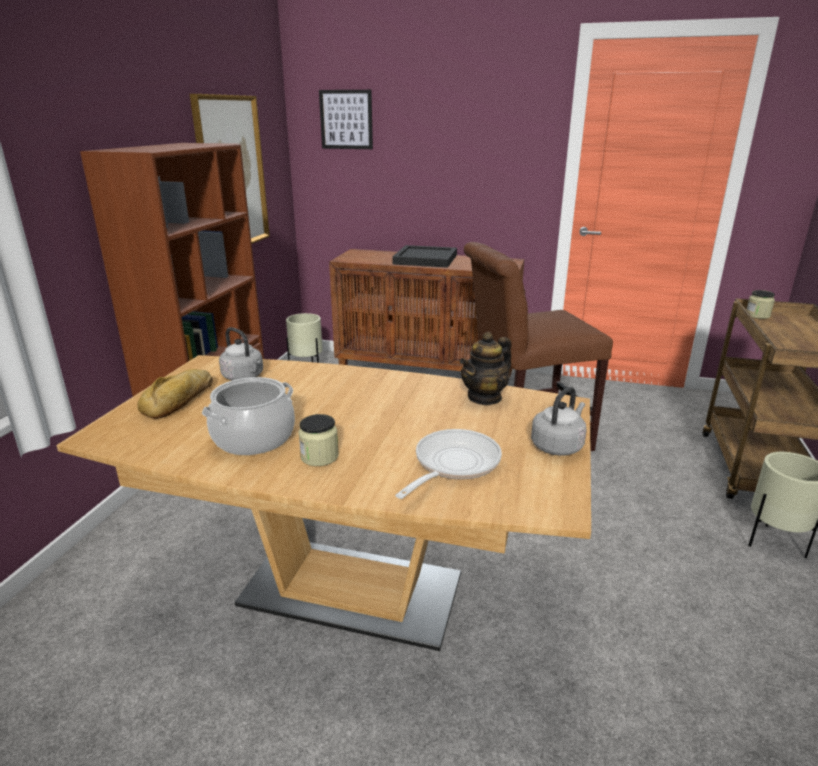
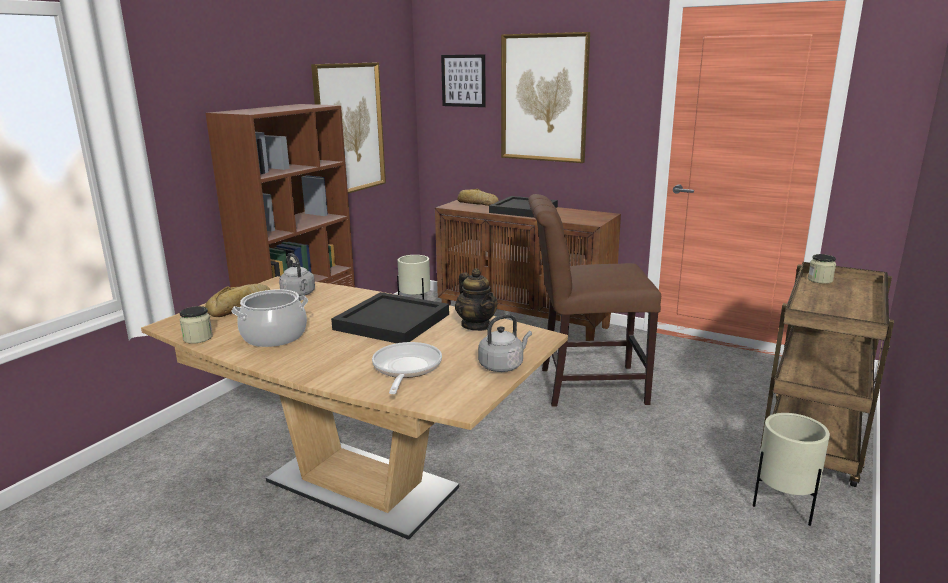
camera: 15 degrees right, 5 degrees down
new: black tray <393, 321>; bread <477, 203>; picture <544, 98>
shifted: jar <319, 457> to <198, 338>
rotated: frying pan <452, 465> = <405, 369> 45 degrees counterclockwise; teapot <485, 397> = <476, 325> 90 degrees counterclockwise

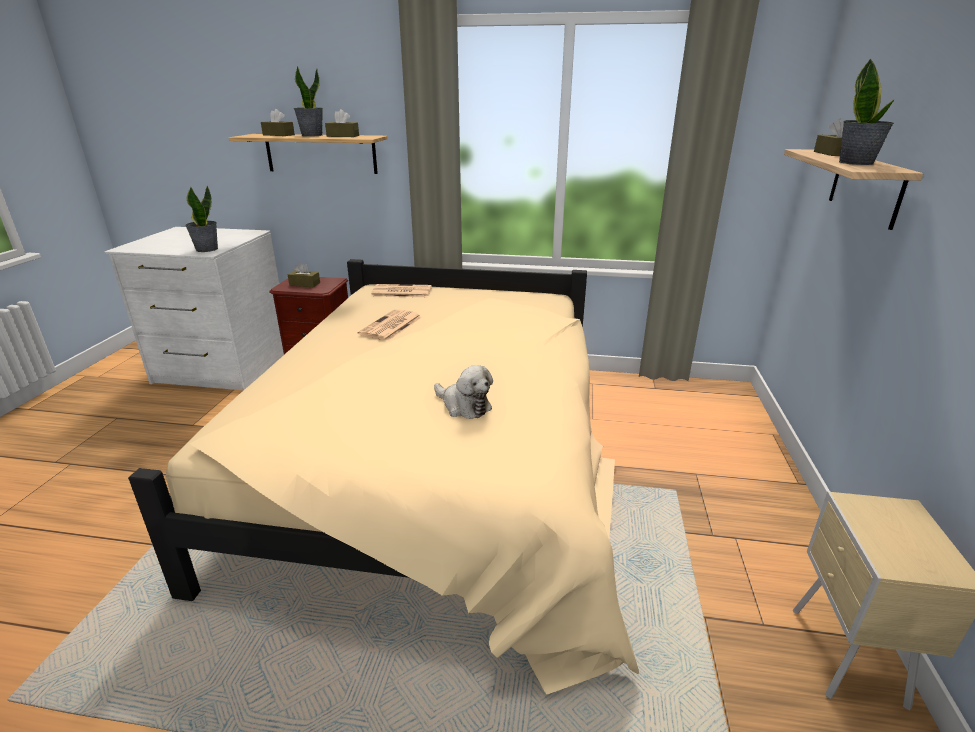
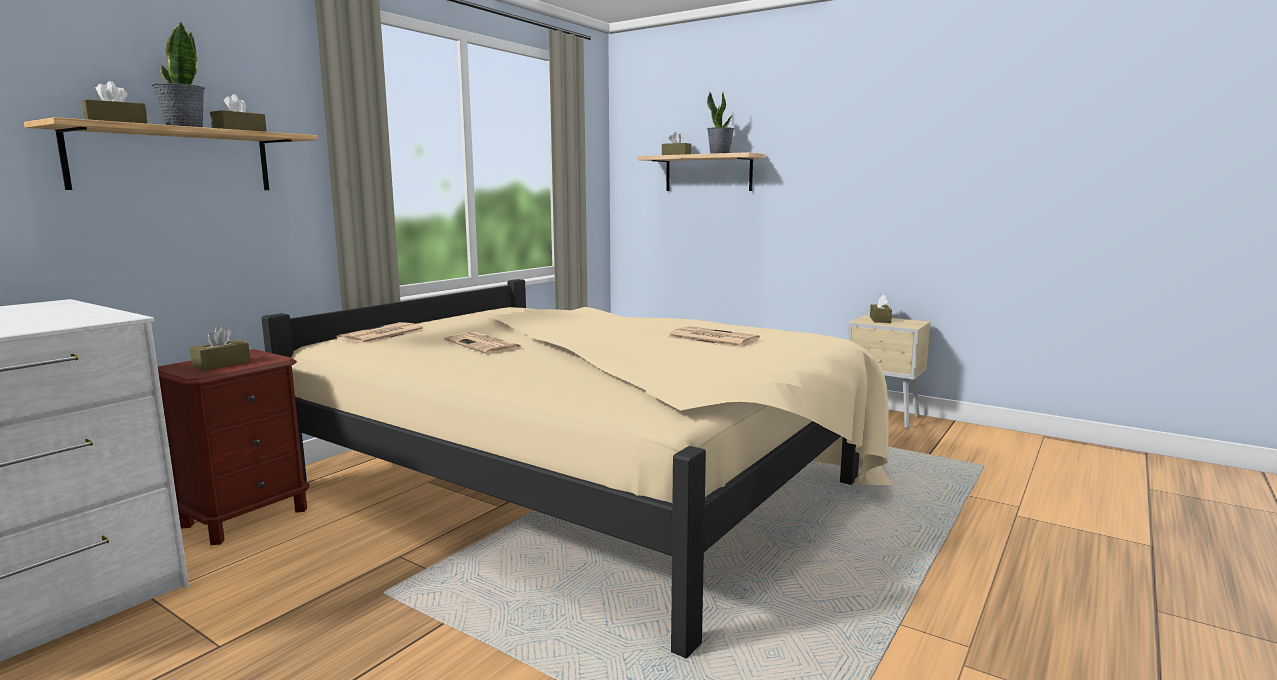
camera: 65 degrees left, 15 degrees down
gone: potted plant <206, 249>
new: brown tissue box <880, 320>
swapped: plush toy <464, 406> to newspaper <711, 338>

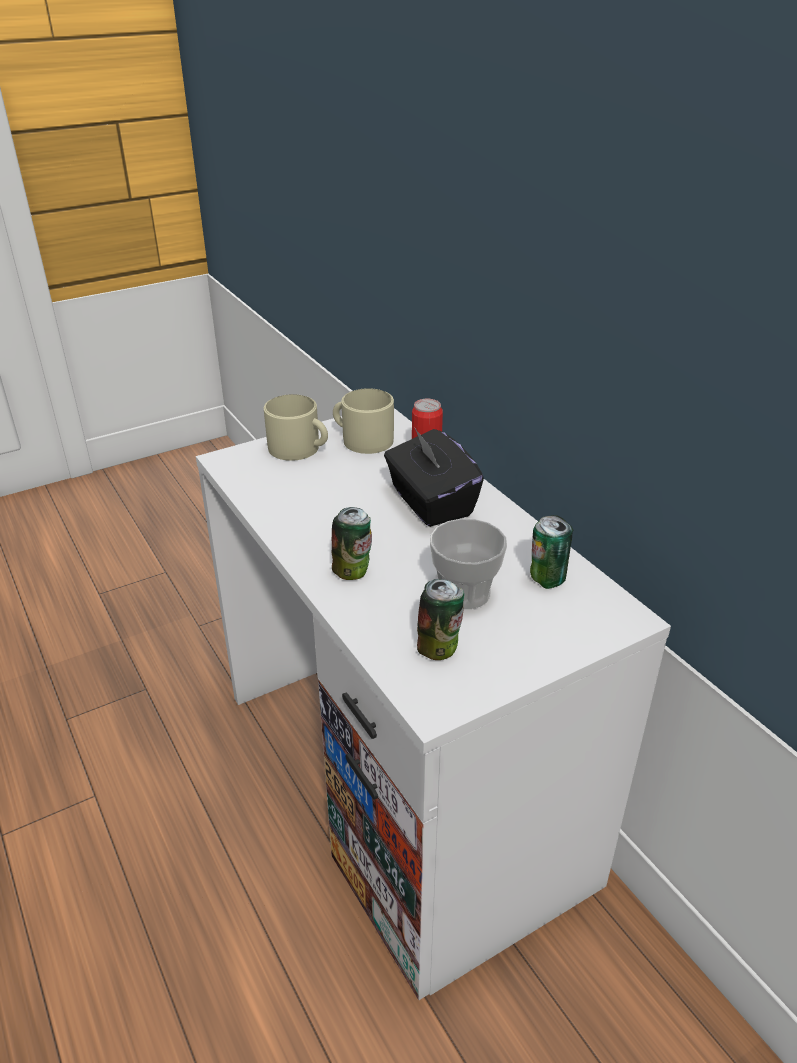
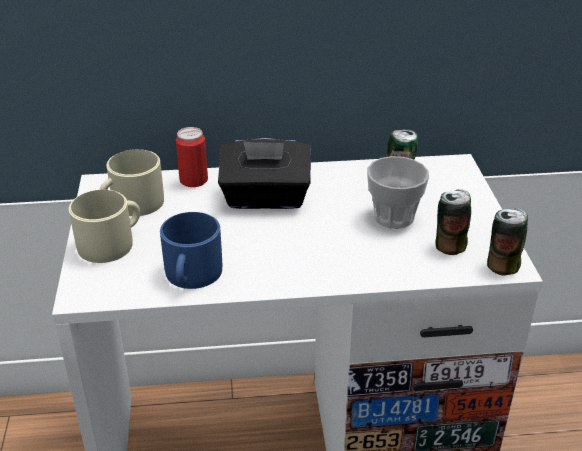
camera: 65 degrees left, 0 degrees up
new: blue mug <191, 275>
shifted: can <353, 571> to <502, 266>

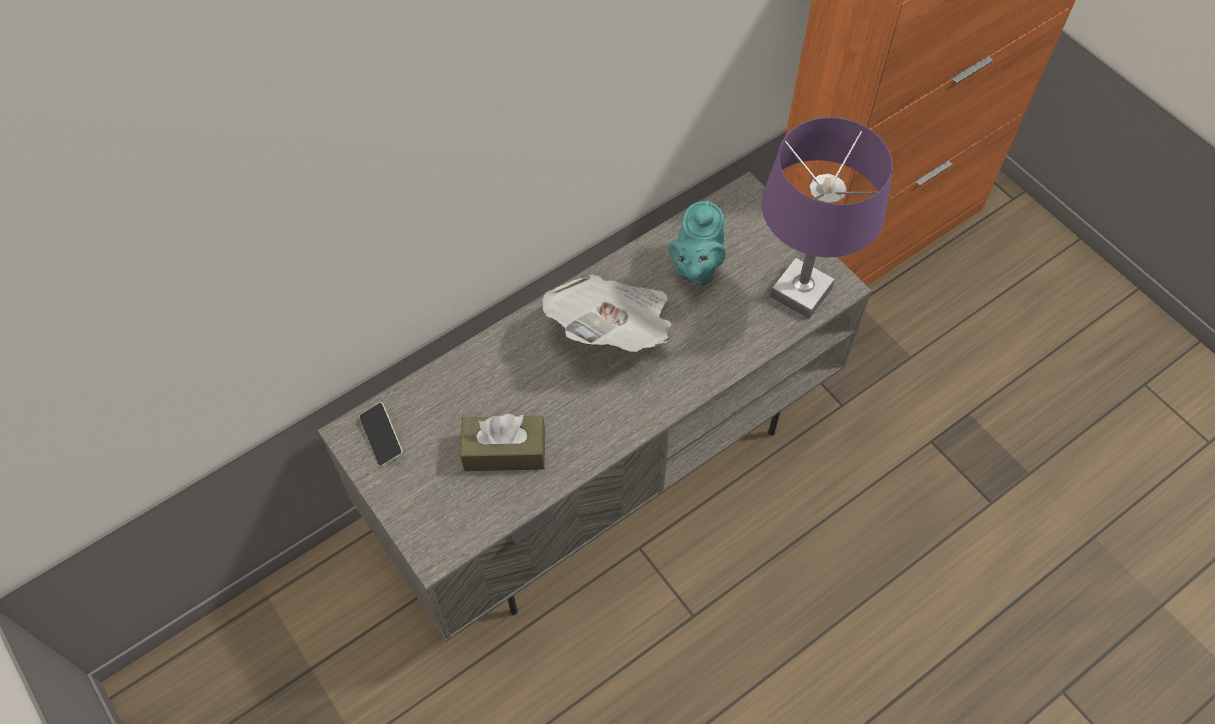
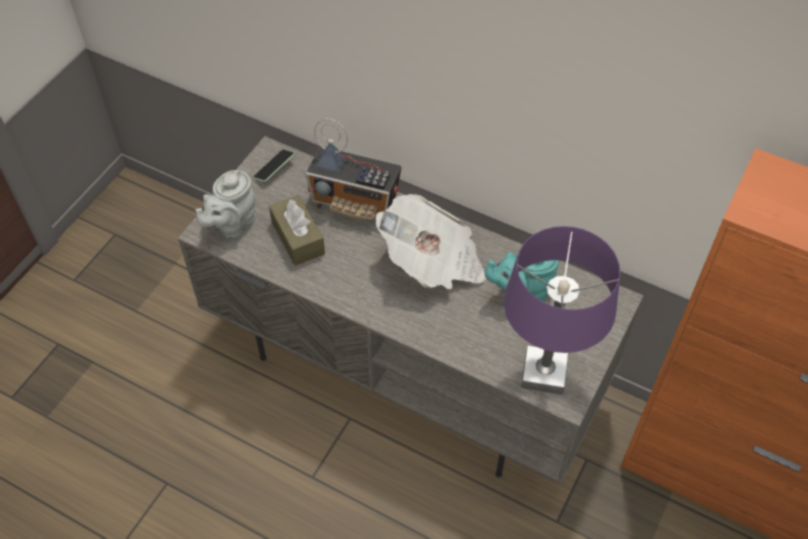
camera: 65 degrees right, 5 degrees down
new: grey teapot <232, 225>; radio <355, 201>

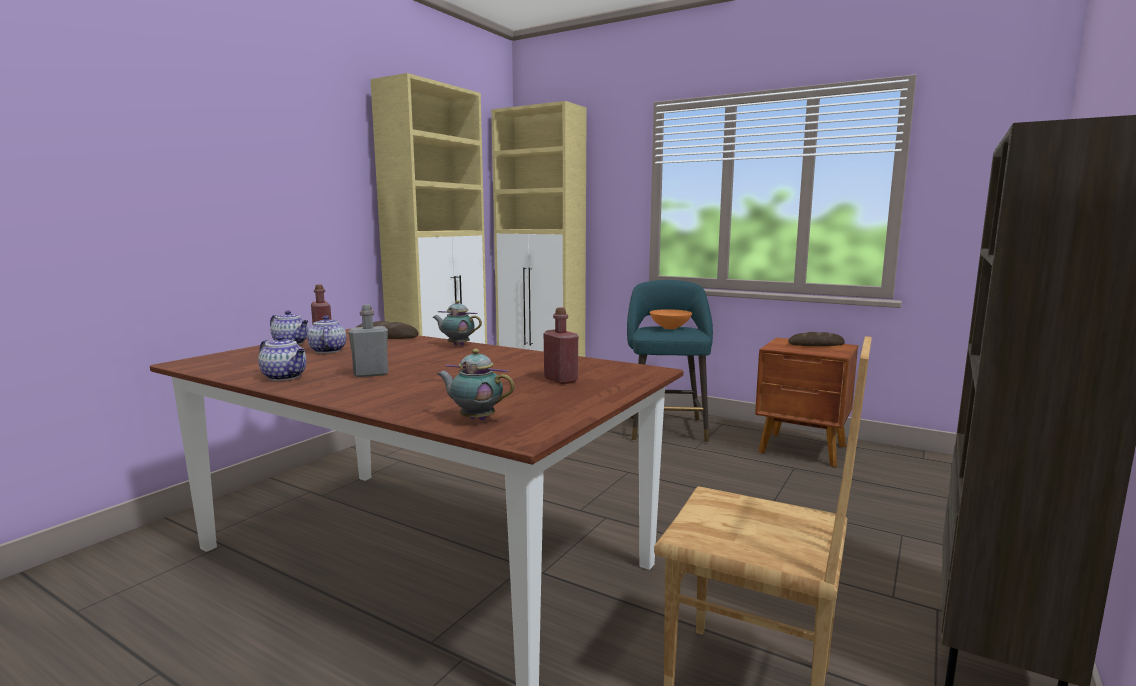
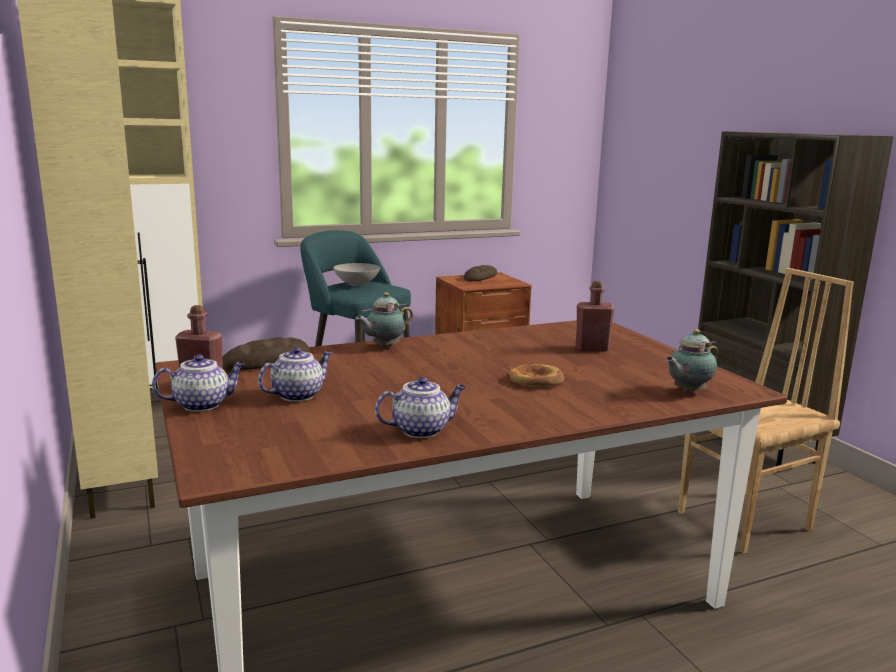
camera: 55 degrees left, 5 degrees up
gone: grey bottle <371, 374>
new: bread <536, 380>
repainted: orange bowl <670, 328> to grey bowl <357, 284>
rotated: teapot <327, 350> = <298, 395> 120 degrees clockwise

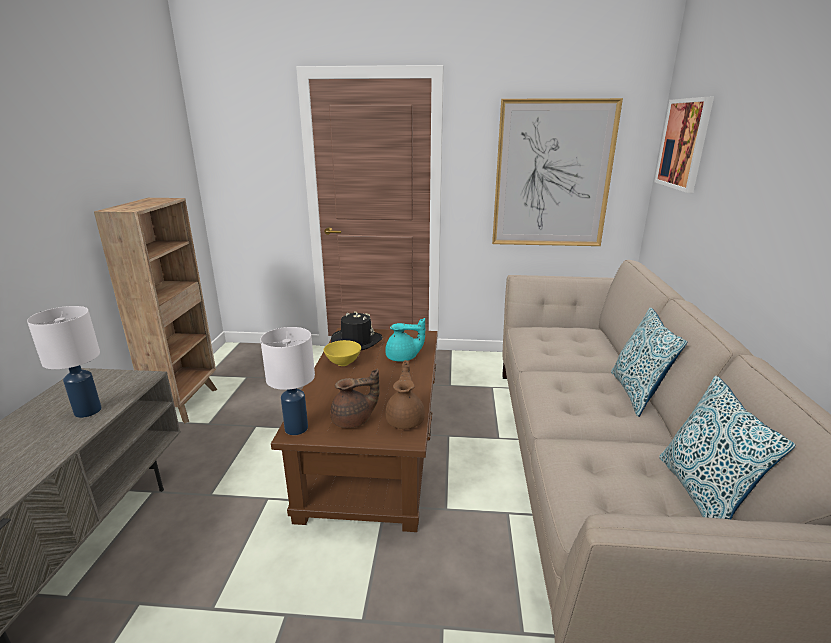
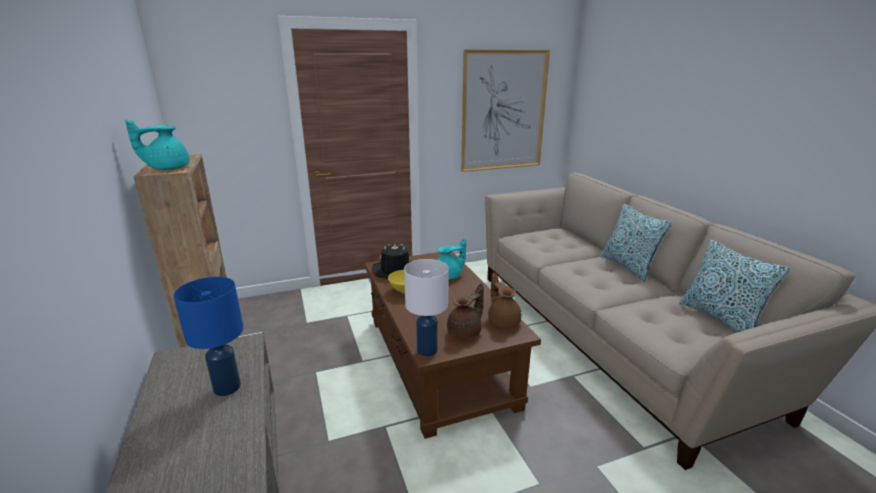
camera: 25 degrees left, 0 degrees up
gone: picture <684, 144>
new: turquoise teapot <167, 168>
repainted: white table lamp <88, 410> to blue table lamp <227, 387>

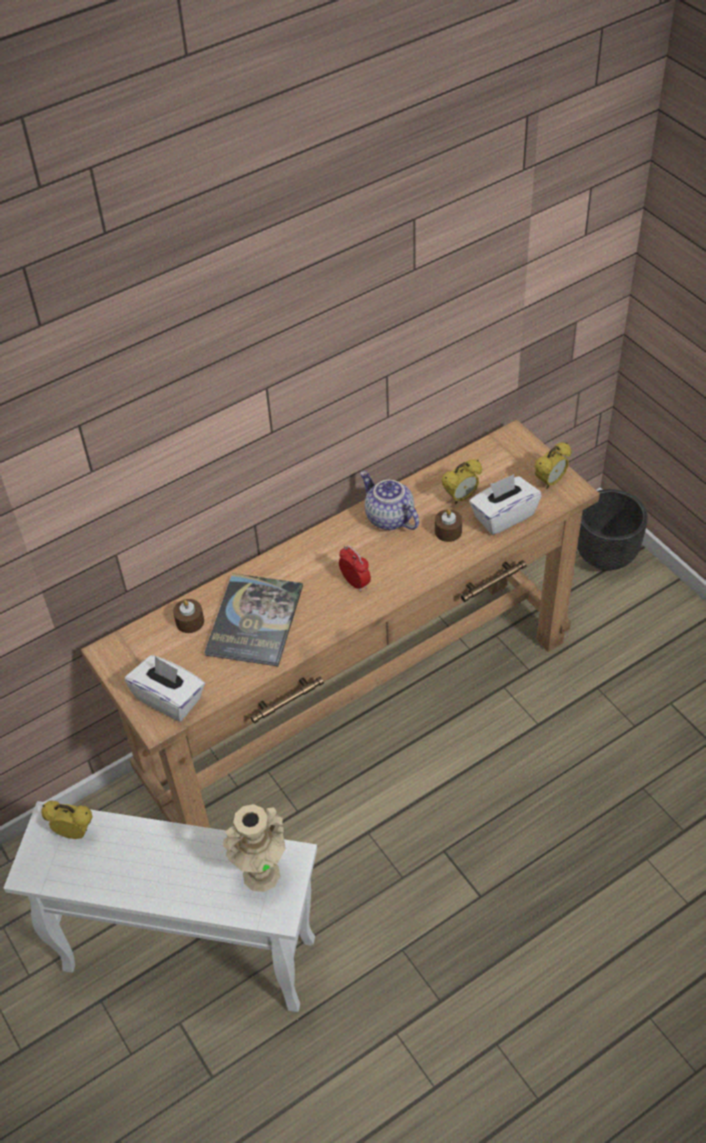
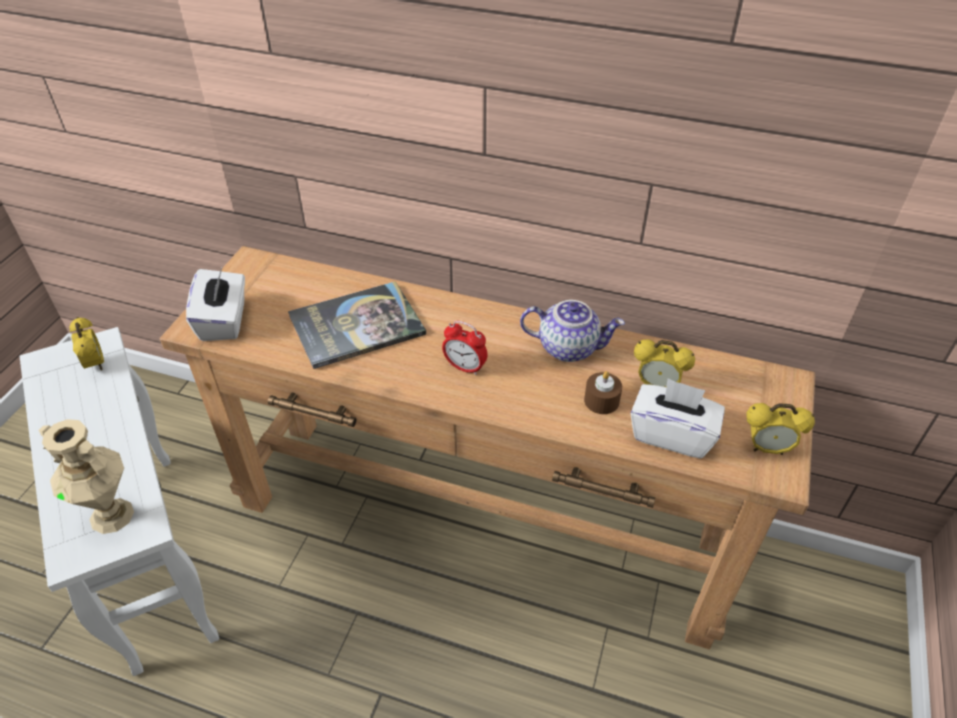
camera: 50 degrees right, 5 degrees down
gone: brown candle <190, 621>; black planter <605, 556>
rotated: alarm clock <355, 582> = <465, 367> 105 degrees clockwise; teapot <388, 518> = <569, 347> 90 degrees clockwise

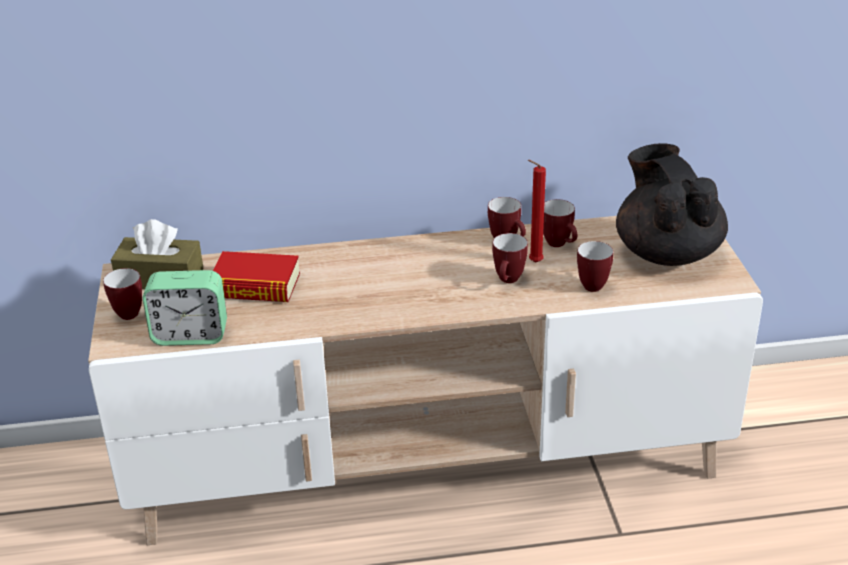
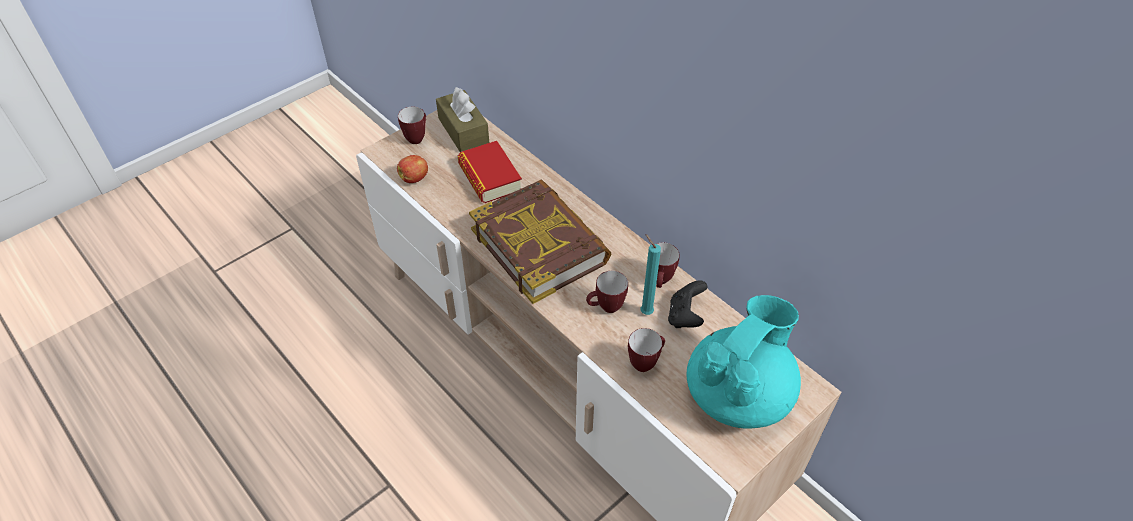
camera: 55 degrees right, 15 degrees up
new: book <540, 245>
swapped: alarm clock <190, 335> to apple <414, 178>; mug <560, 245> to black game controller <685, 316>
repainted: red candle <533, 262> to turquoise candle <644, 311>; black teapot <666, 252> to turquoise teapot <738, 394>

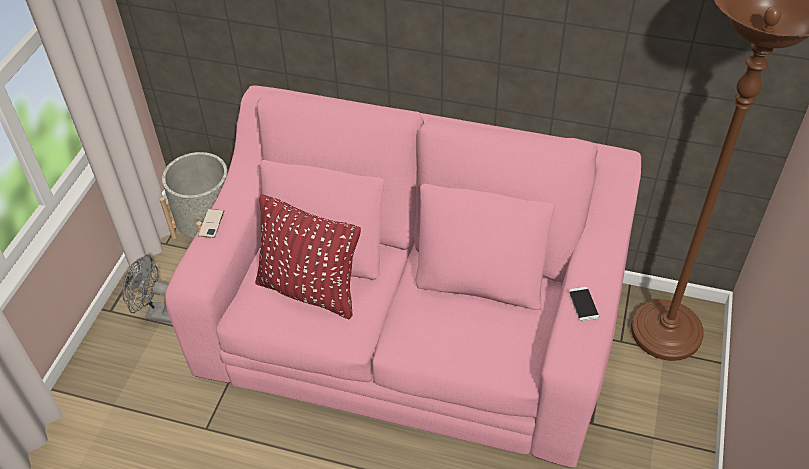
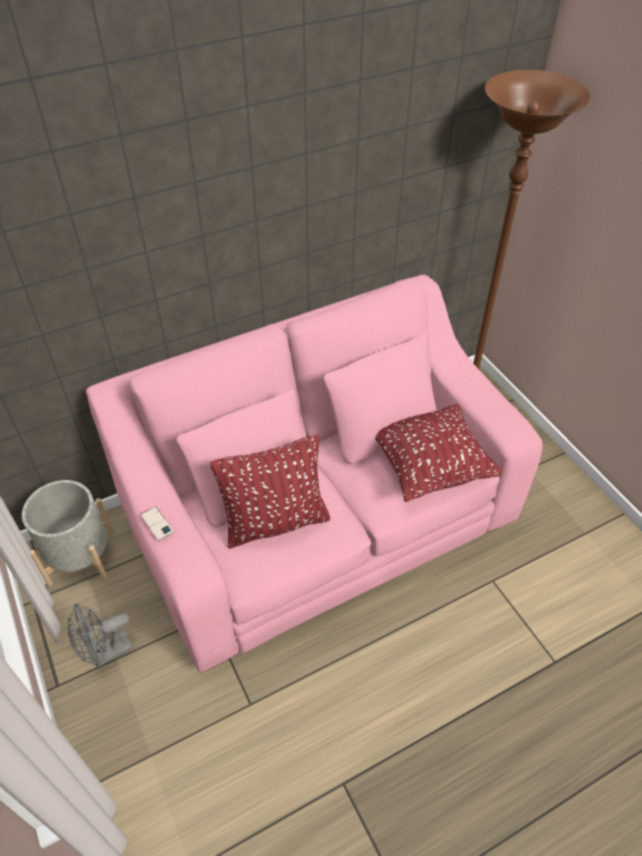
camera: 45 degrees left, 0 degrees up
gone: phone <583, 304>
new: red pillow <430, 468>

